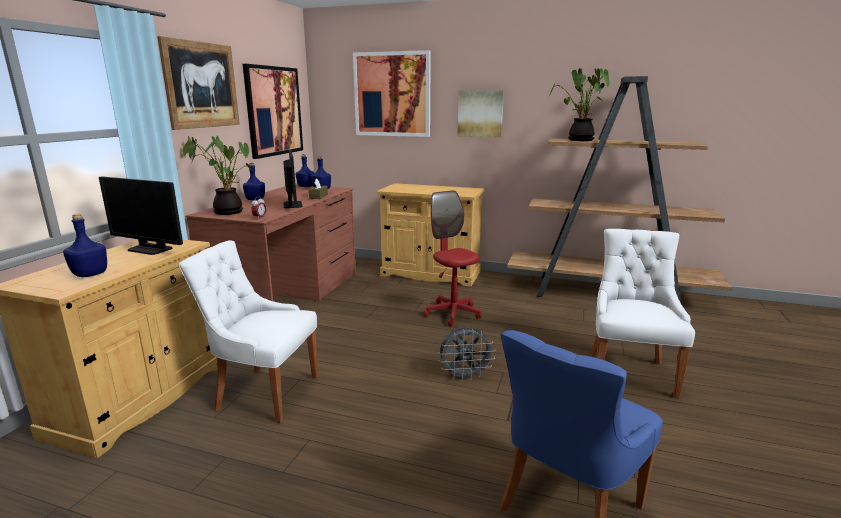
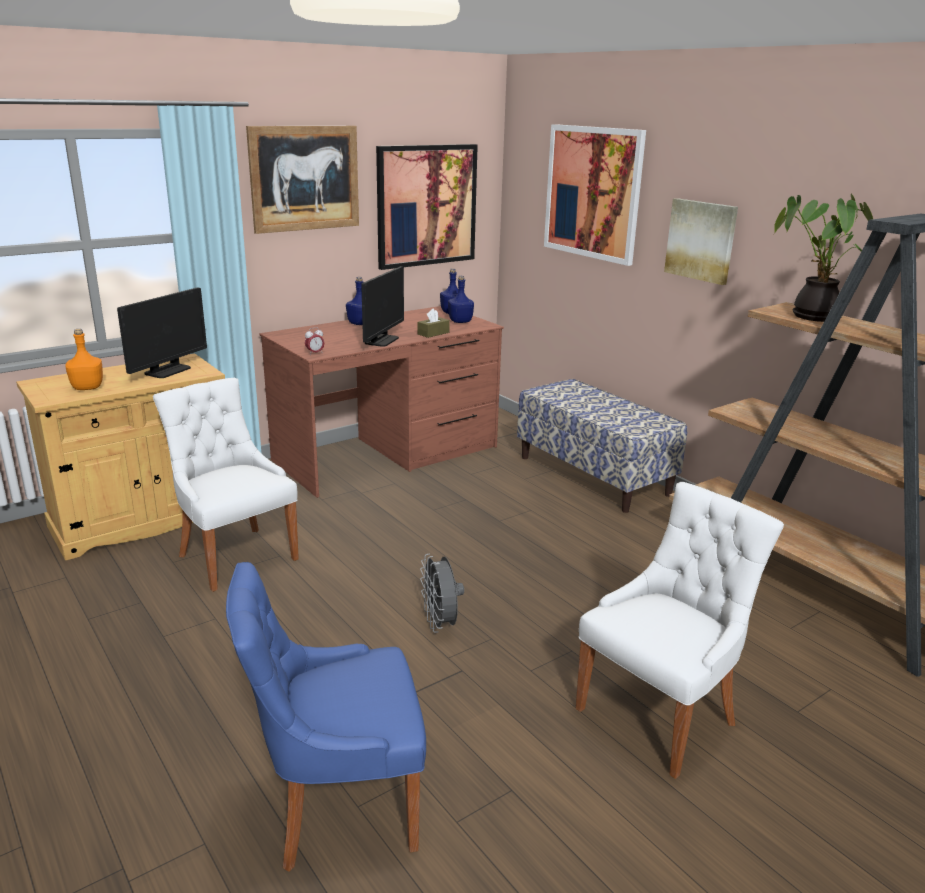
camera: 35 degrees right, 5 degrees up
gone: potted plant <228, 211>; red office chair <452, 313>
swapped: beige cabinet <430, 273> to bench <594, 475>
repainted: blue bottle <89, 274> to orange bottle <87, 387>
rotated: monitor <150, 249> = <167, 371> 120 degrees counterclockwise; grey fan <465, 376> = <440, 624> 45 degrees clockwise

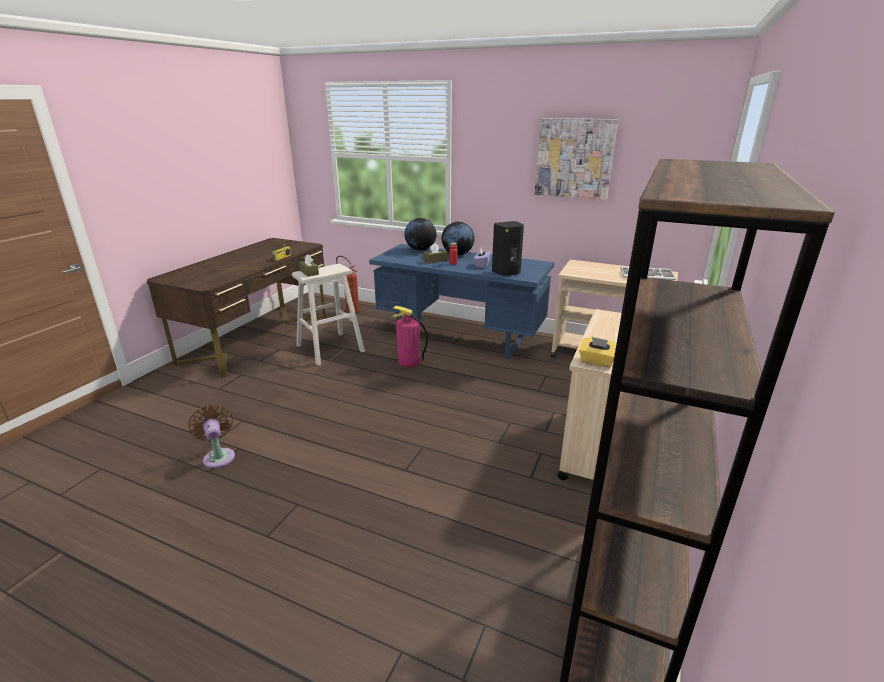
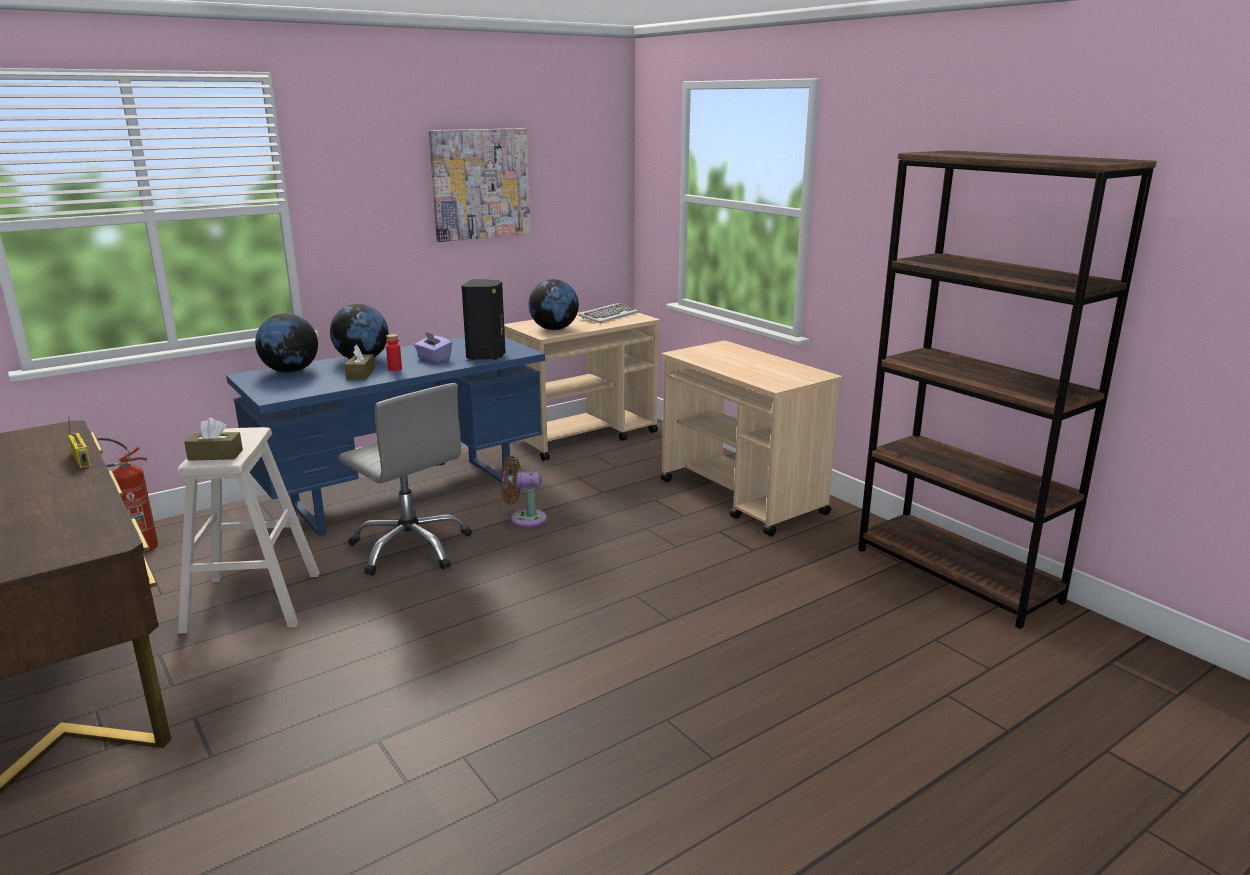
camera: 60 degrees left, 5 degrees down
gone: yellow tissue box <597, 362>
new: globe <554, 329>
shifted: brown fan <219, 456> to <524, 519>
swapped: fire extinguisher <408, 361> to grey office chair <411, 547>

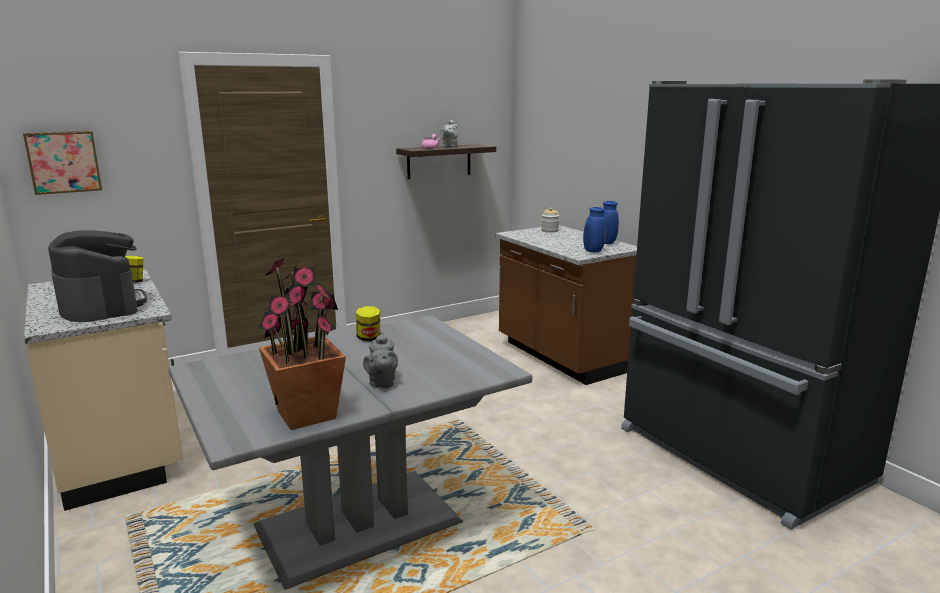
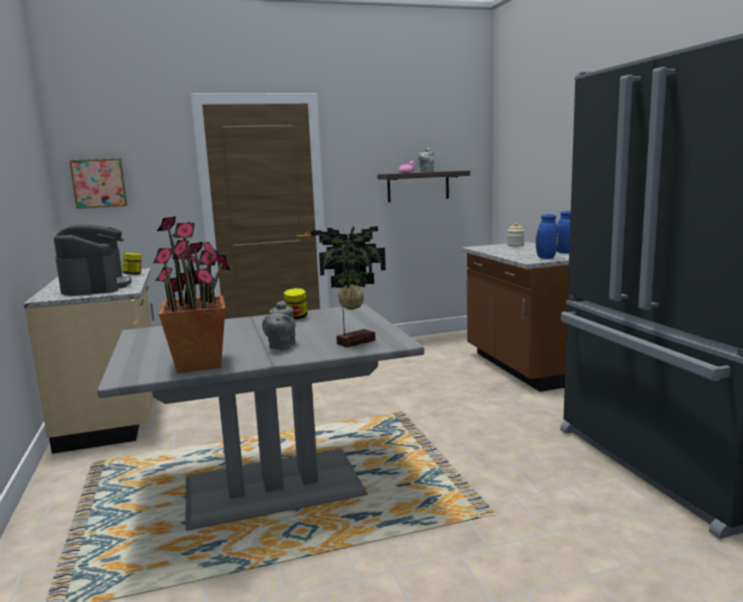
camera: 15 degrees right, 5 degrees down
new: potted plant <353, 342>

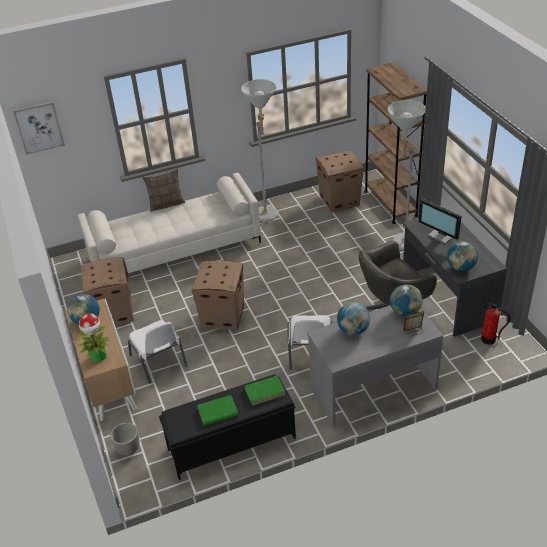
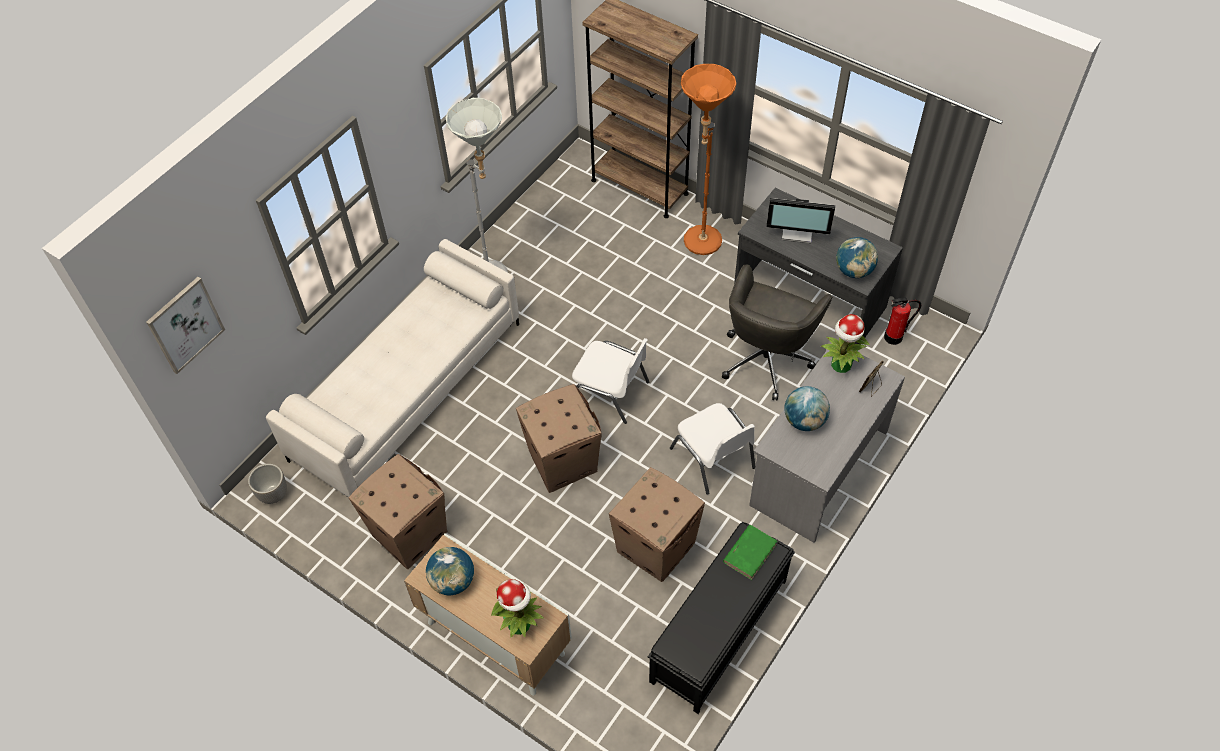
camera: 35 degrees left, 15 degrees up
gone: pillow <166, 204>; green book <217, 412>
shifted: planter <128, 449> to <273, 494>; white chair <159, 361> to <610, 392>; cardboard box <340, 200> to <656, 546>
swapped: globe <405, 312> to potted plant <841, 365>
repainted: grey floor lamp <400, 244> to orange floor lamp <699, 246>

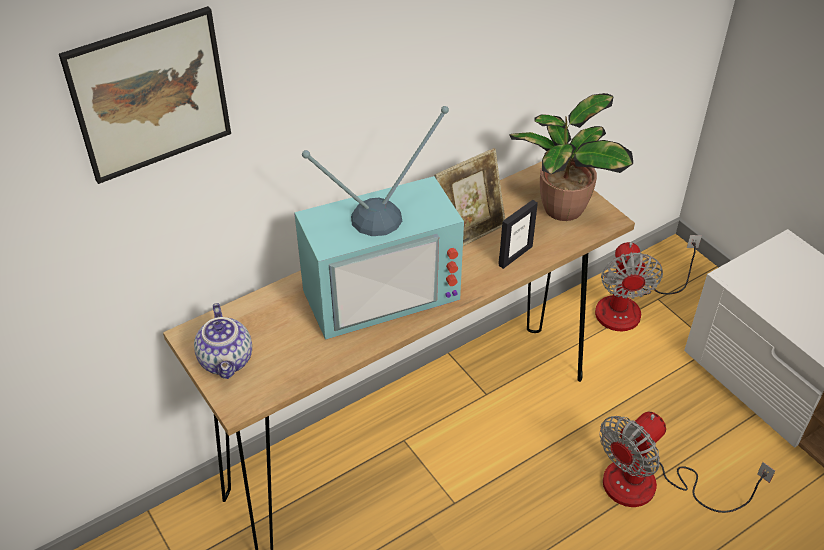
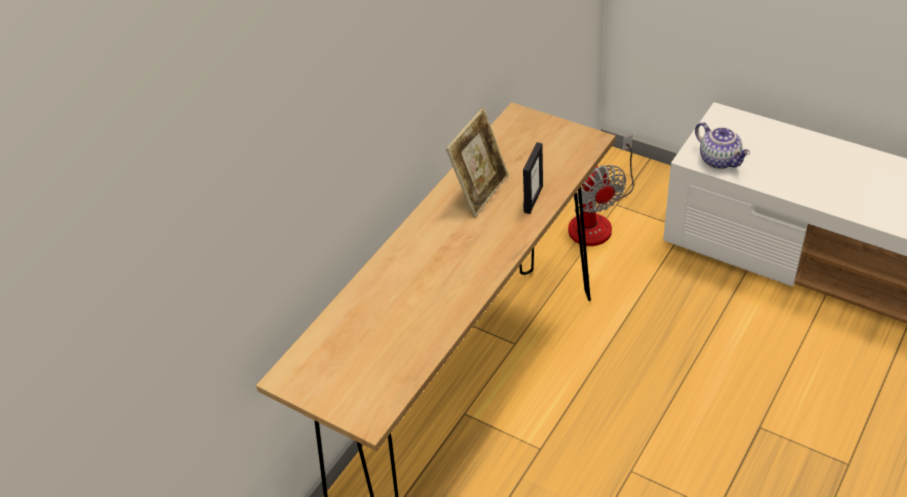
camera: 20 degrees left, 0 degrees up
gone: picture <150, 95>; television <380, 289>; potted plant <560, 209>; fan <650, 487>
shifted: teapot <227, 360> to <720, 160>

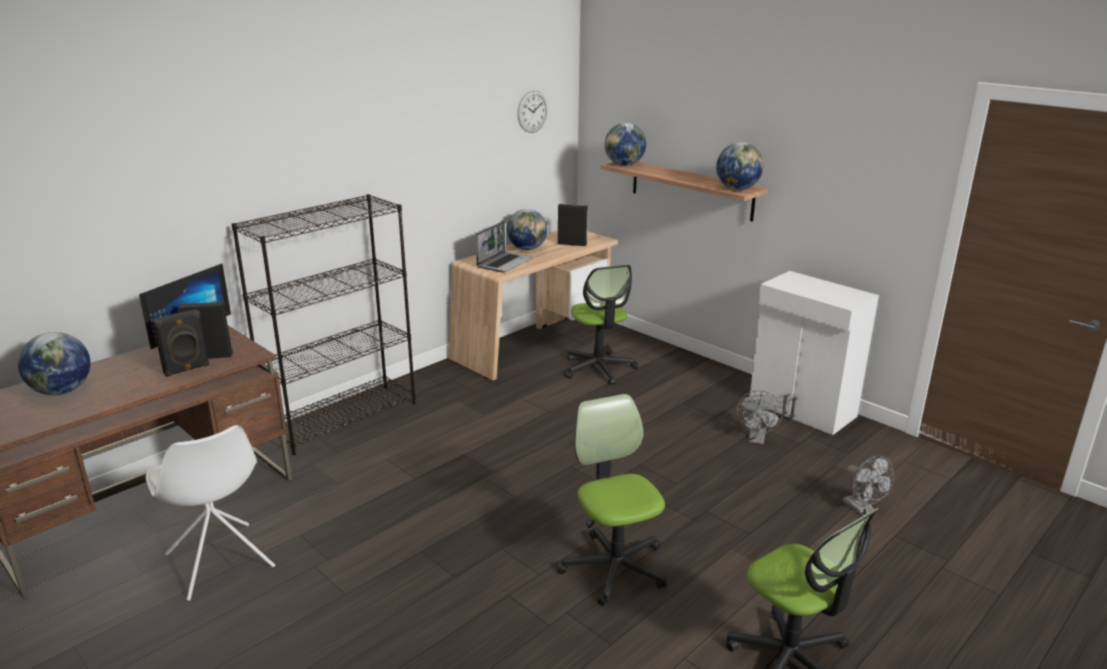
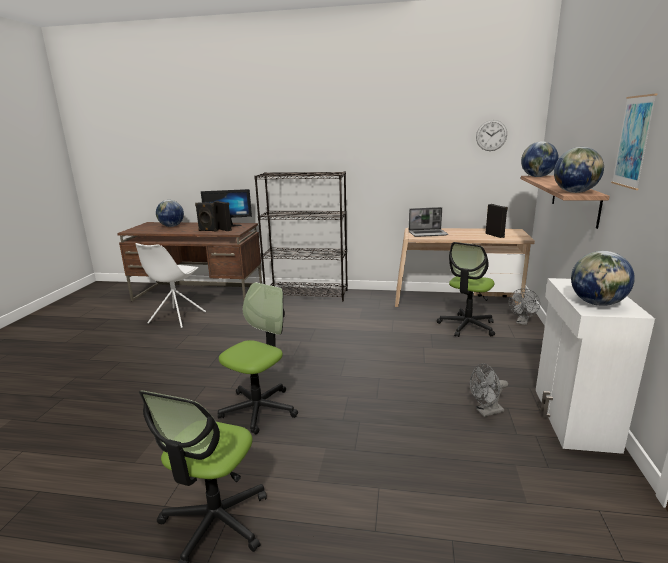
camera: 55 degrees right, 5 degrees down
new: picture <633, 142>
shifted: globe <527, 249> to <597, 303>; grey fan <863, 510> to <522, 322>

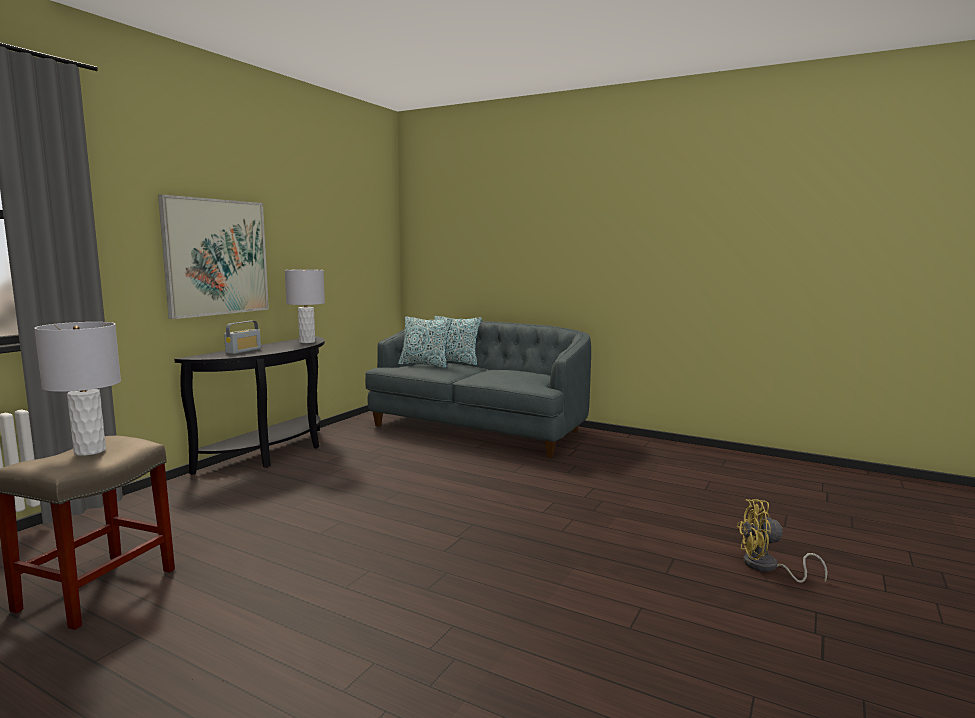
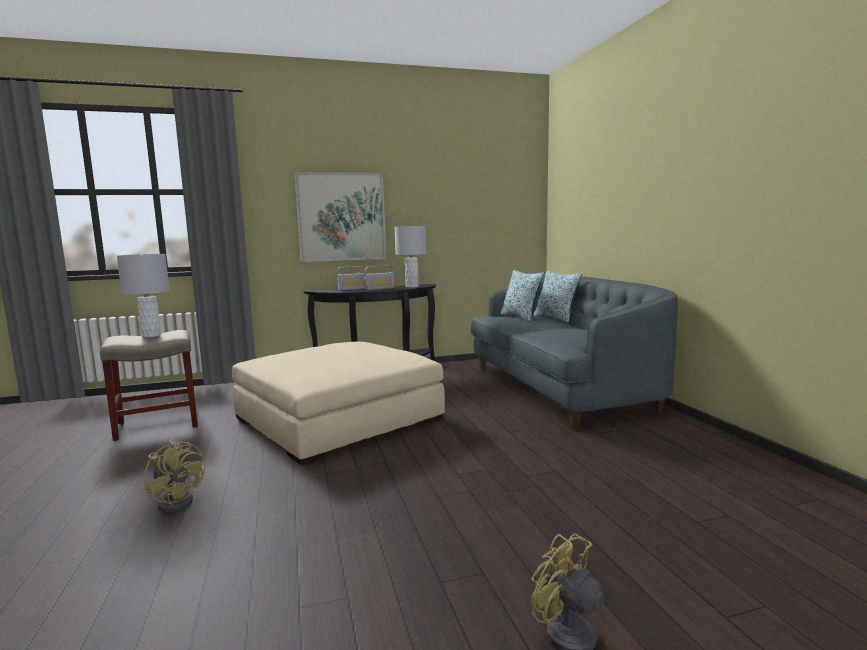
camera: 45 degrees right, 0 degrees up
new: yellow fan <179, 501>; beige ottoman <339, 419>; radio <379, 288>

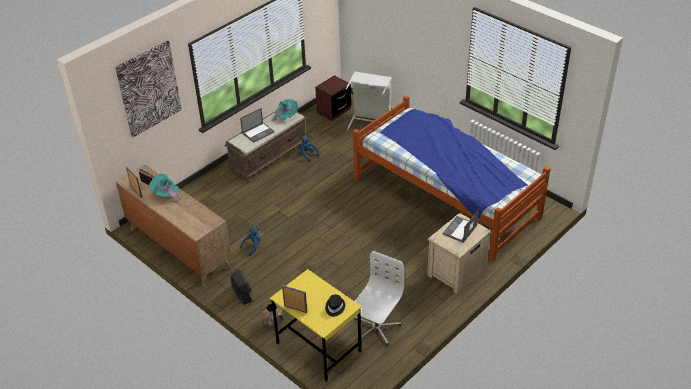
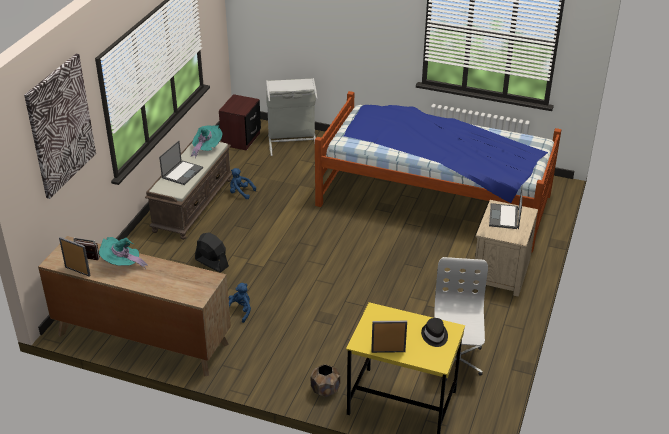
camera: 25 degrees left, 5 degrees down
shifted: black fan <242, 294> to <211, 263>

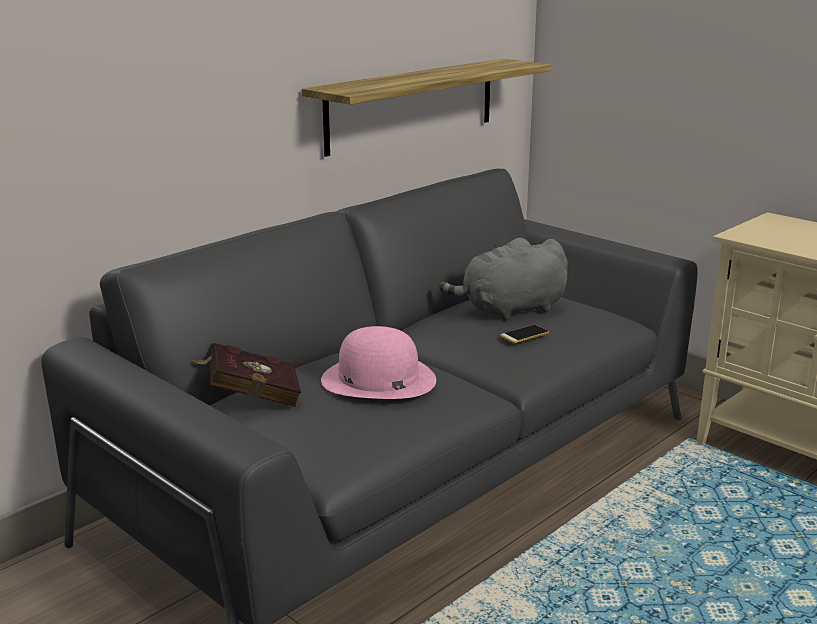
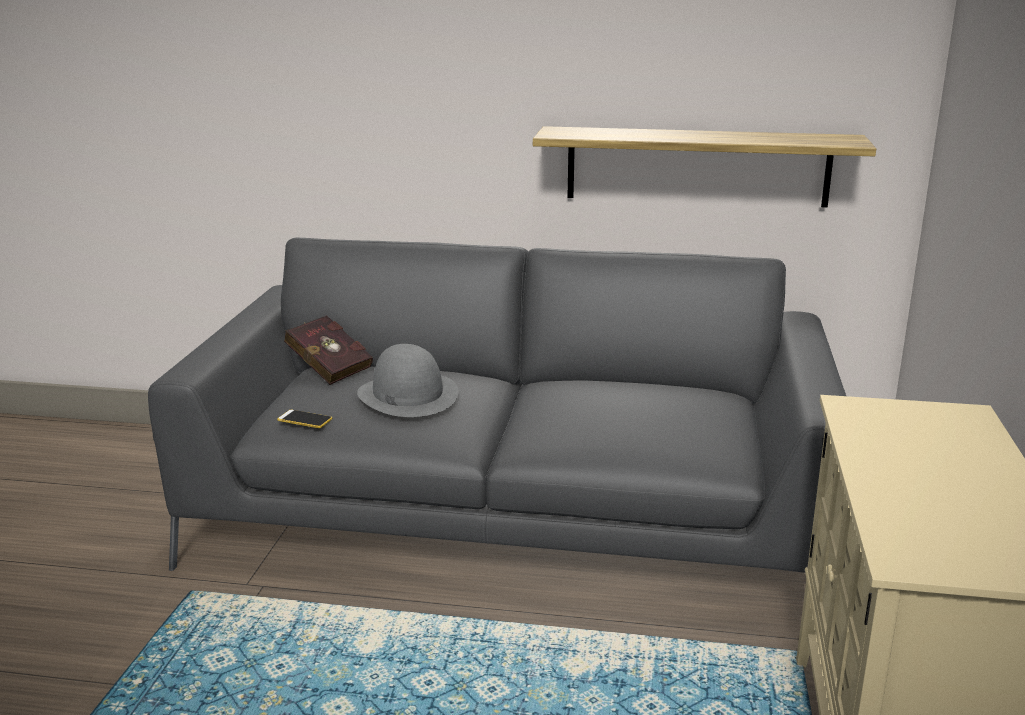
camera: 55 degrees right, 0 degrees up
gone: grey plush toy <510, 310>
shifted: phone <524, 335> to <305, 420>
repainted: pink hat <378, 379> to grey hat <407, 394>

